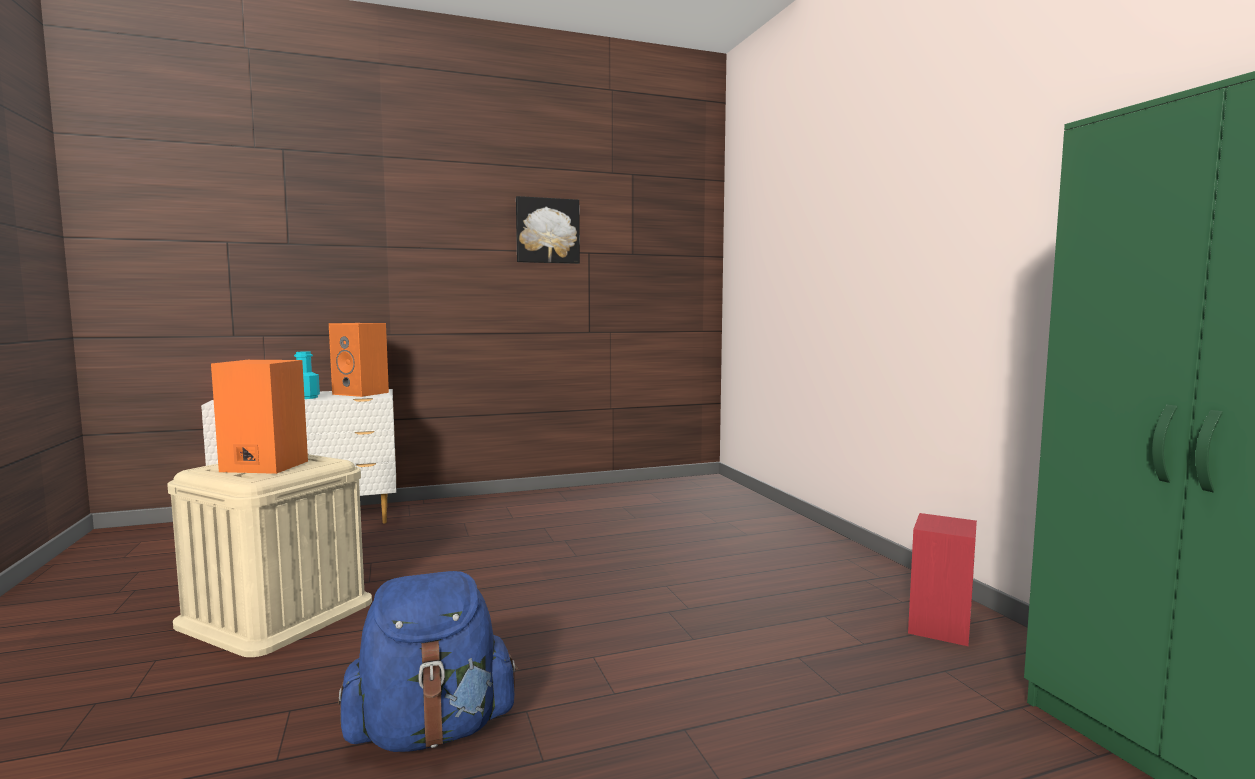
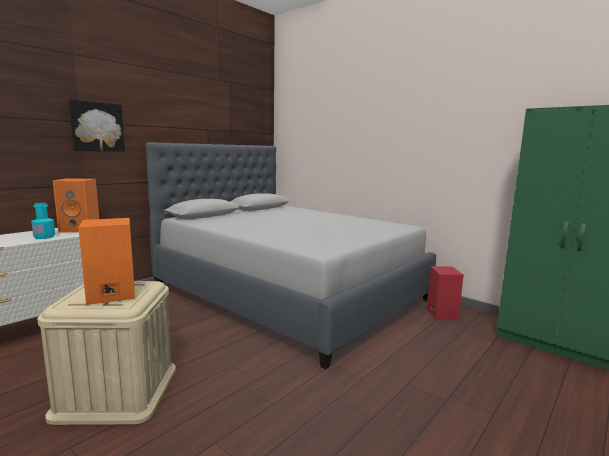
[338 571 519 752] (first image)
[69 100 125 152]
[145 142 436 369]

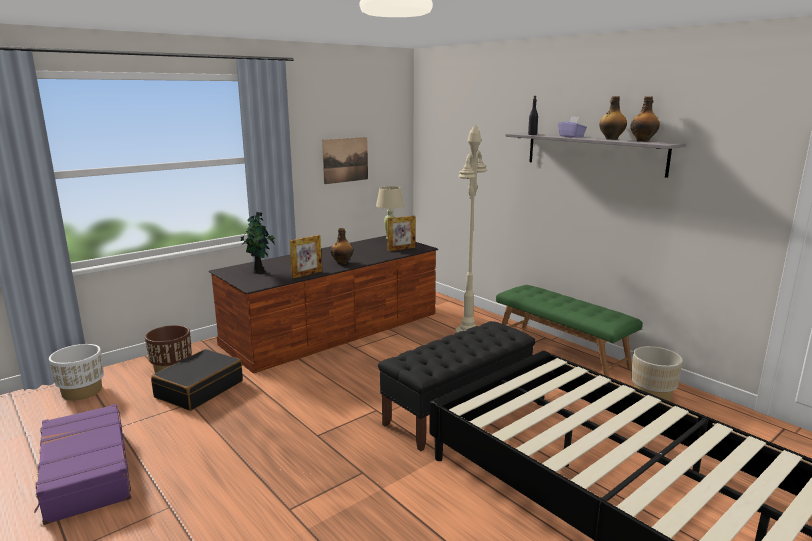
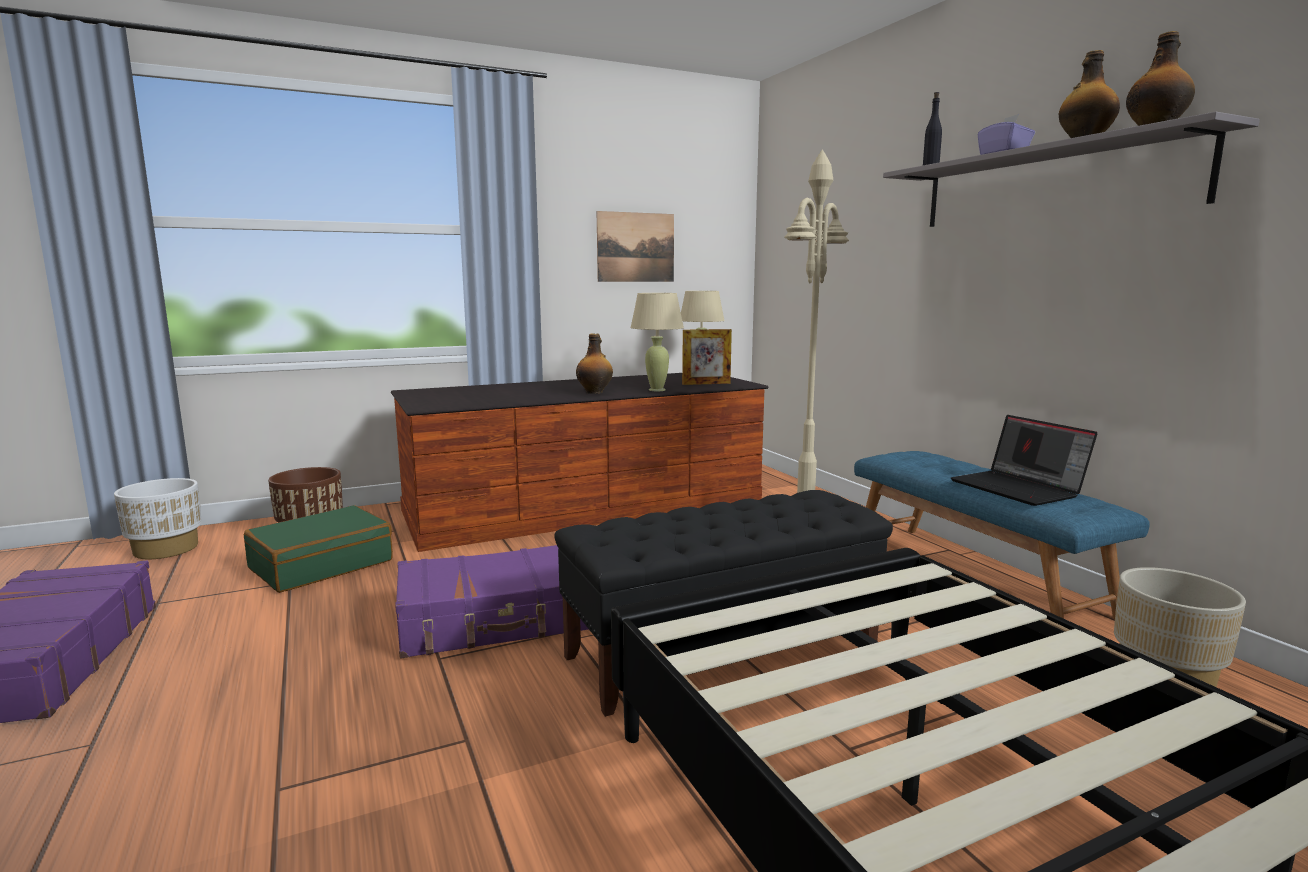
[244 505 393 593]
[241 212 275 274] (first image)
[289 235 322 278] (first image)
[854 451 1150 619]
[395 545 589 658]
[630 293 684 391]
[951 415 1097 506]

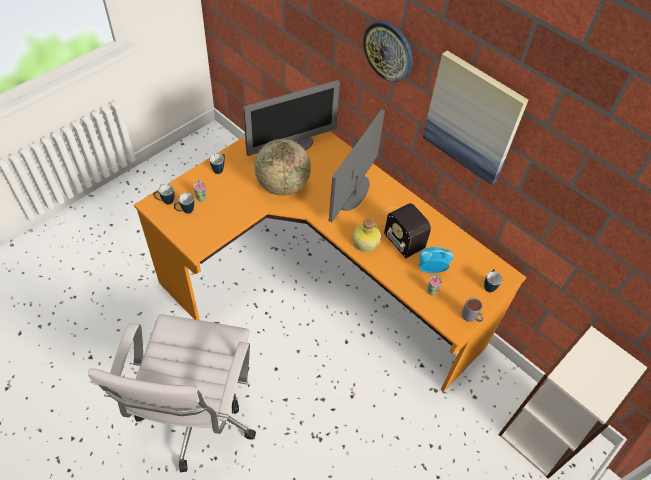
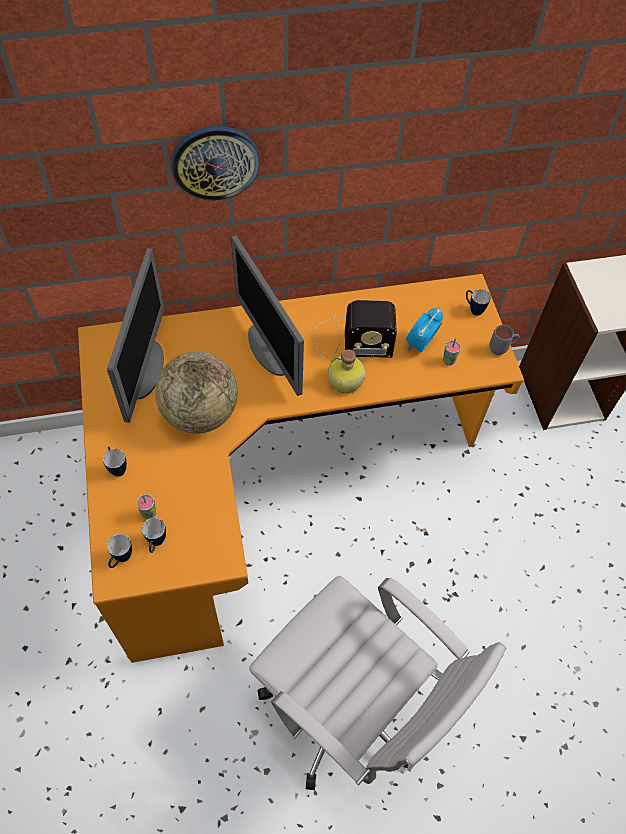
[422 50 528 185] (first image)

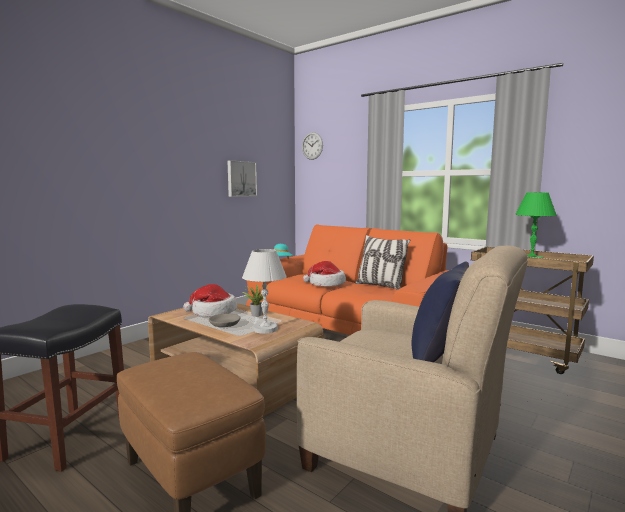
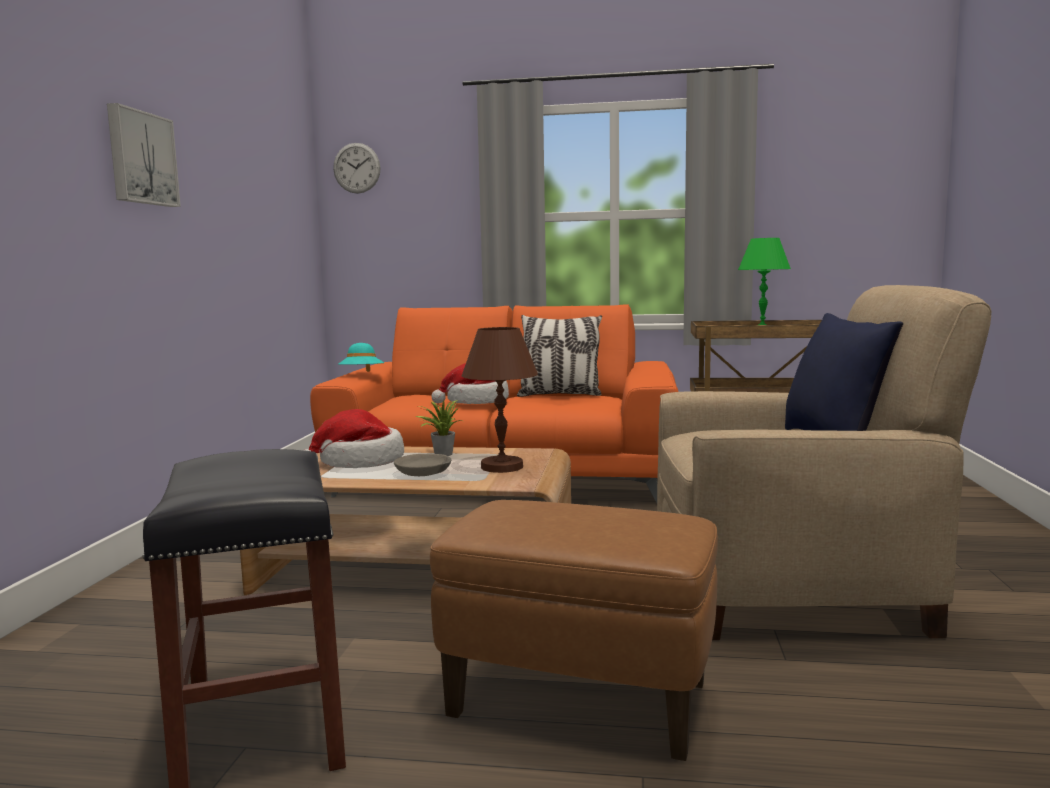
[107 103 181 207]
[462 327 538 473]

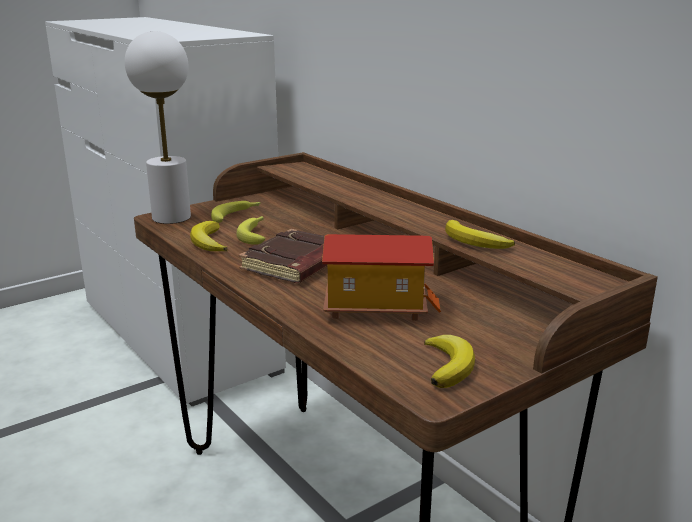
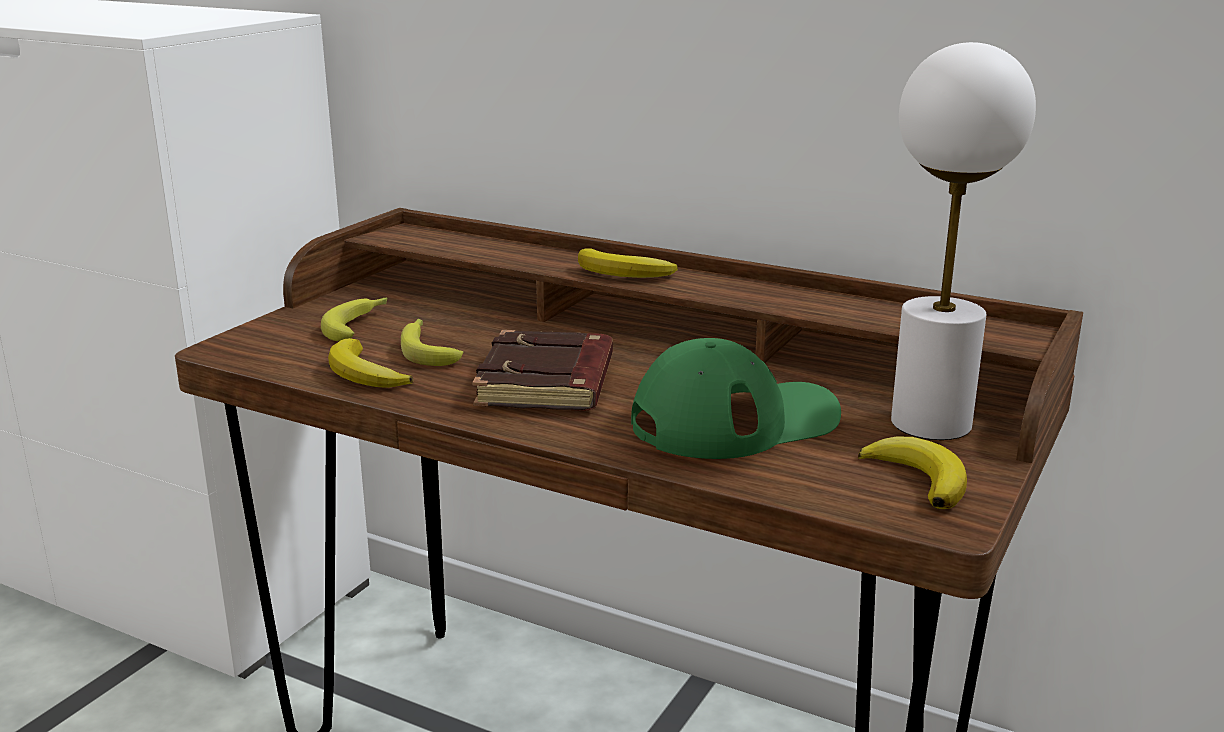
[891 42 1036 440]
[631 338 841 459]
[578 248 678 278]

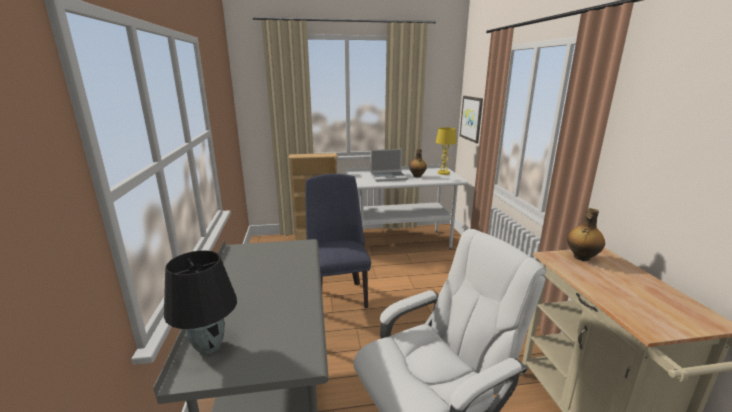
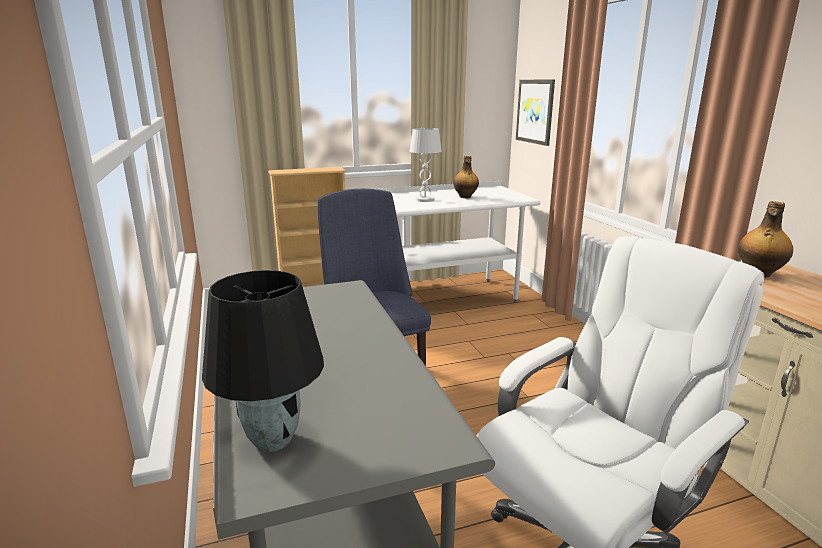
[410 128 441 202]
[436 127 456 175] (first image)

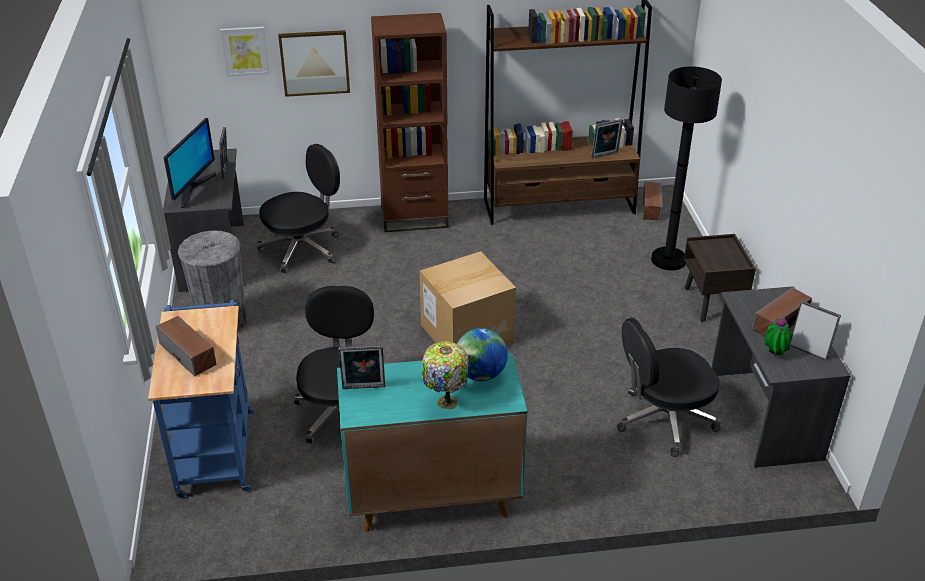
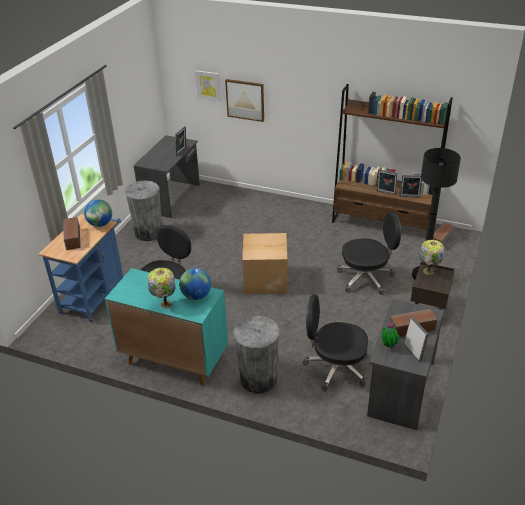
[163 118 216 208] (first image)
[337 212 401 295]
[377 169 398 195]
[371 13 449 232] (first image)
[84 199 112 227]
[233 316 280 393]
[419 240 444 275]

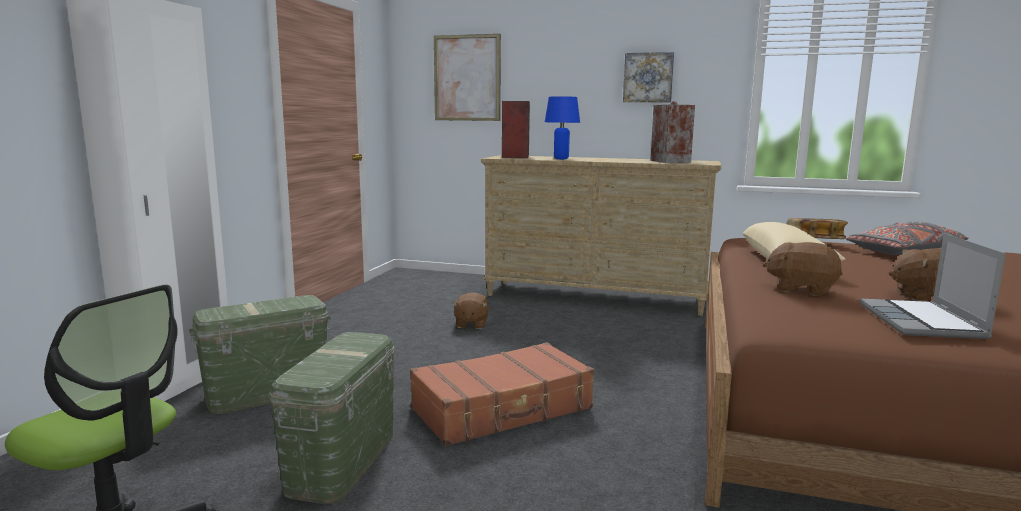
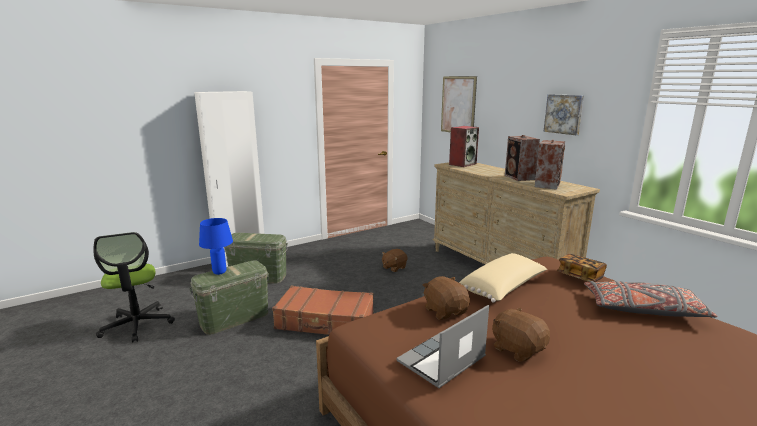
[199 218 233 275]
[505 135 540 181]

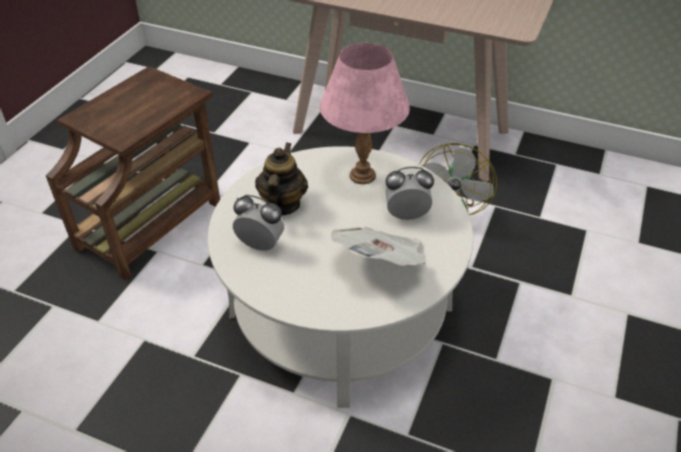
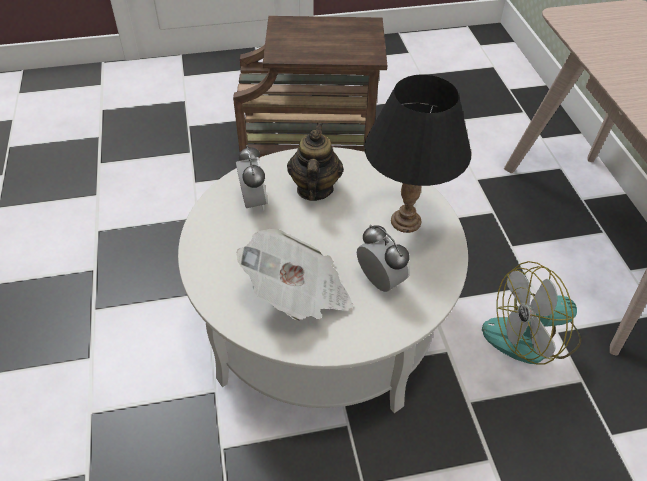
[287 123 344 201]
[364 75 471 233]

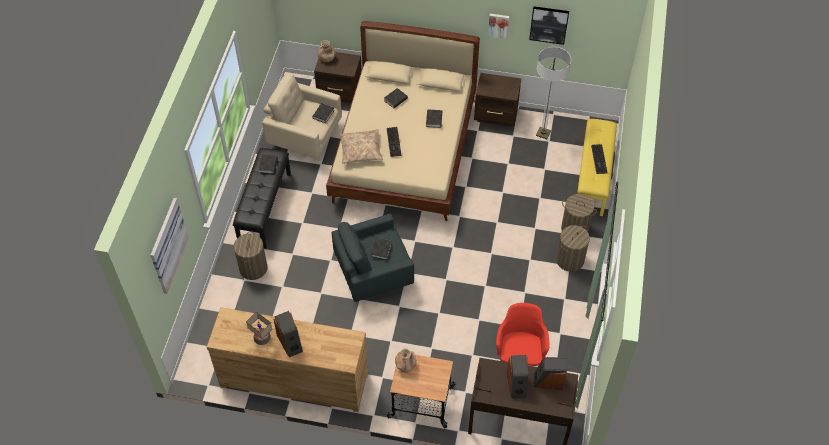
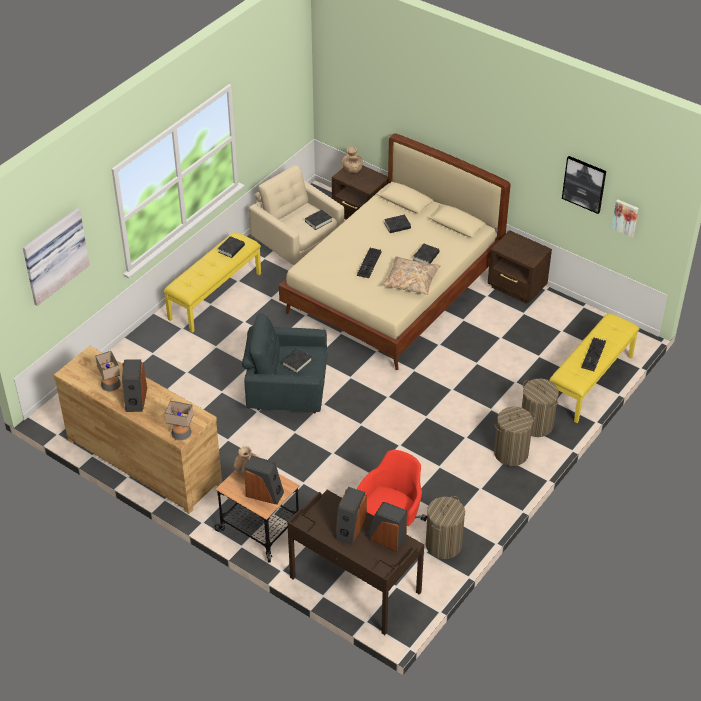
[163 232 261 333]
[426 496 465 559]
[382 256 440 295]
[611 199 639 237]
[536 47 571 139] (first image)
[165 401 193 440]
[244 456 284 505]

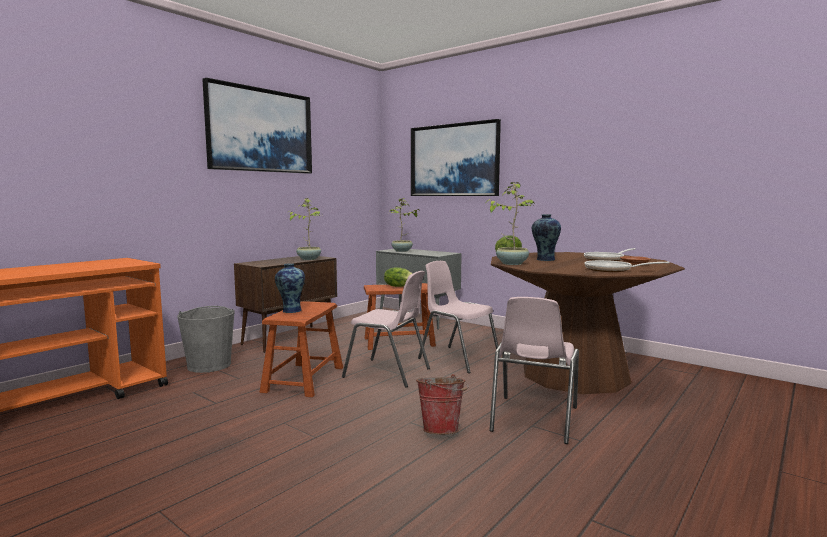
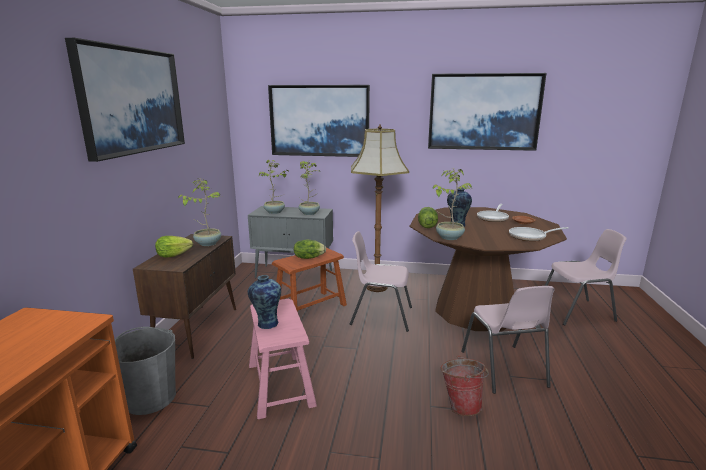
[249 299 317 419]
[545 229 627 325]
[155 236 193 258]
[299 161 321 215]
[351 124 409 292]
[428 73 547 151]

